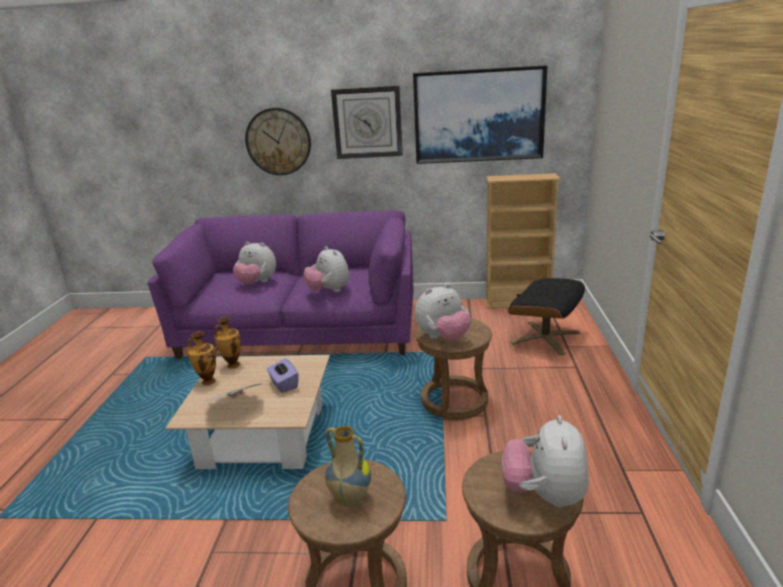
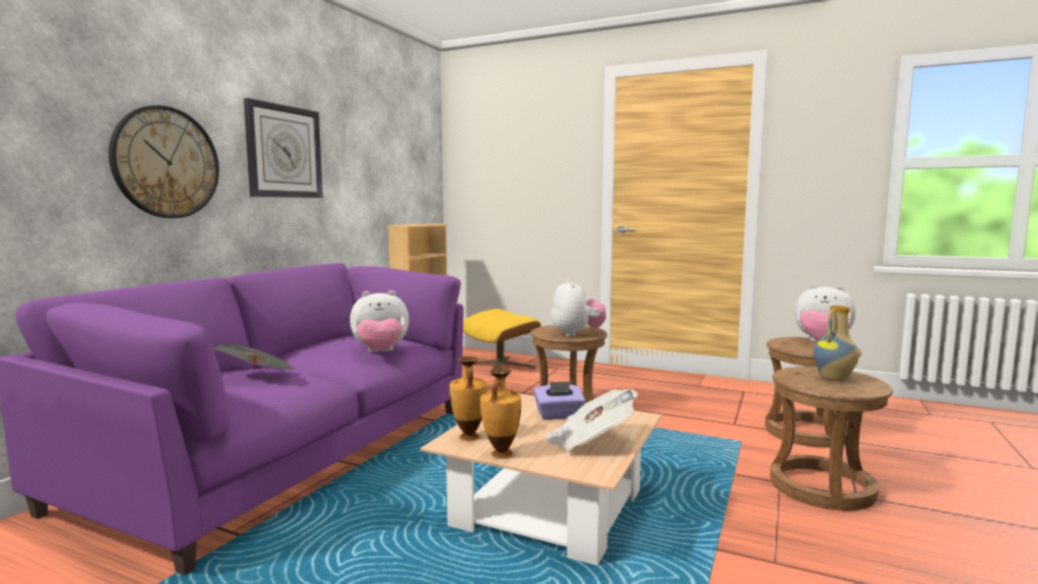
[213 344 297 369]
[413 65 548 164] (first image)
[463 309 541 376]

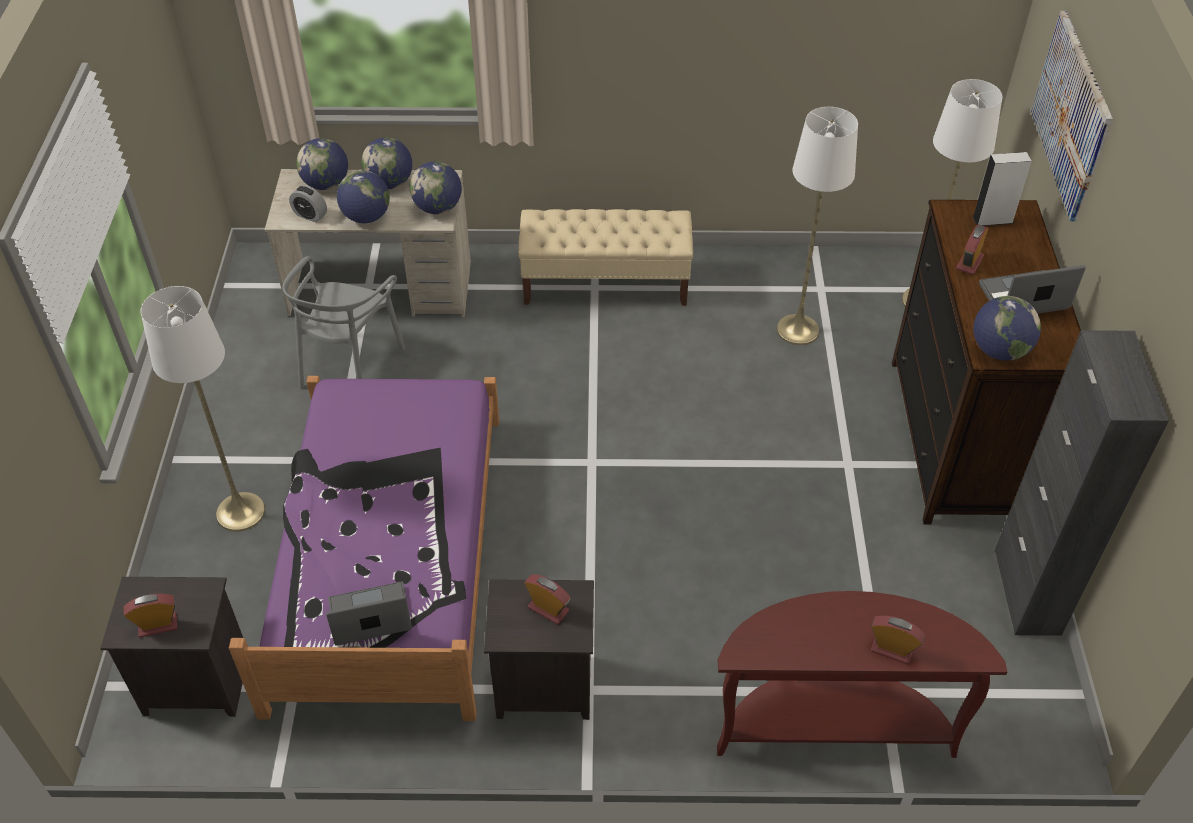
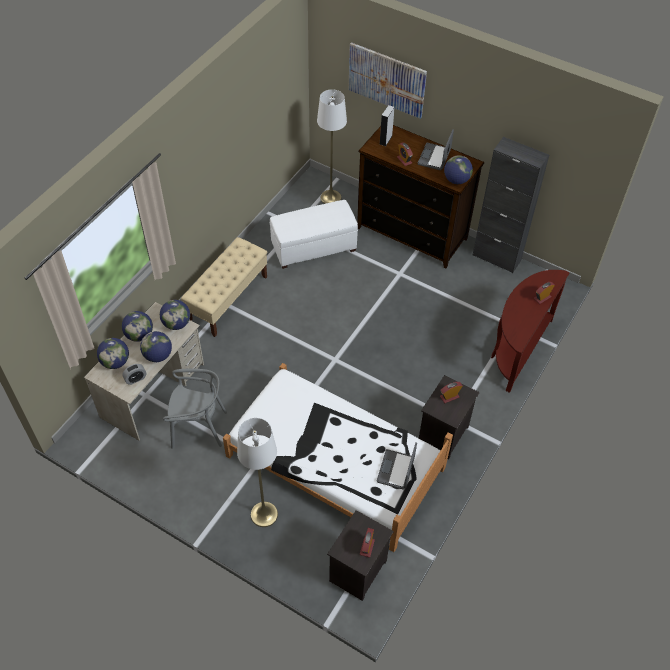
[223 363 453 552]
[163 369 227 449]
[270 200 358 269]

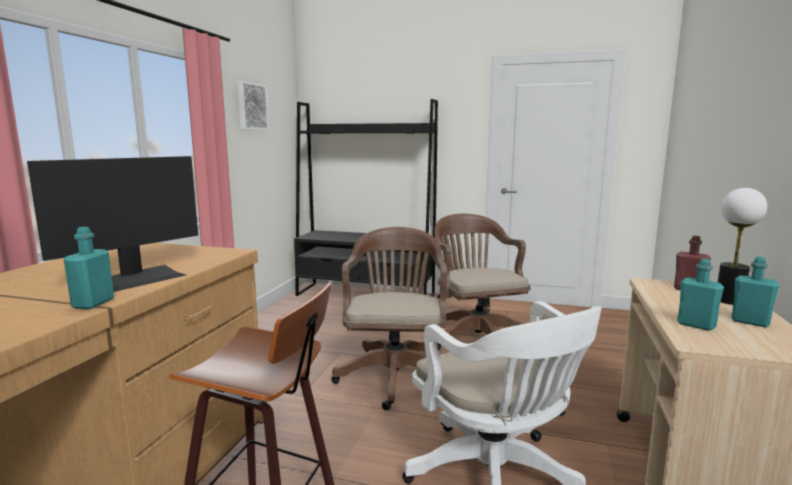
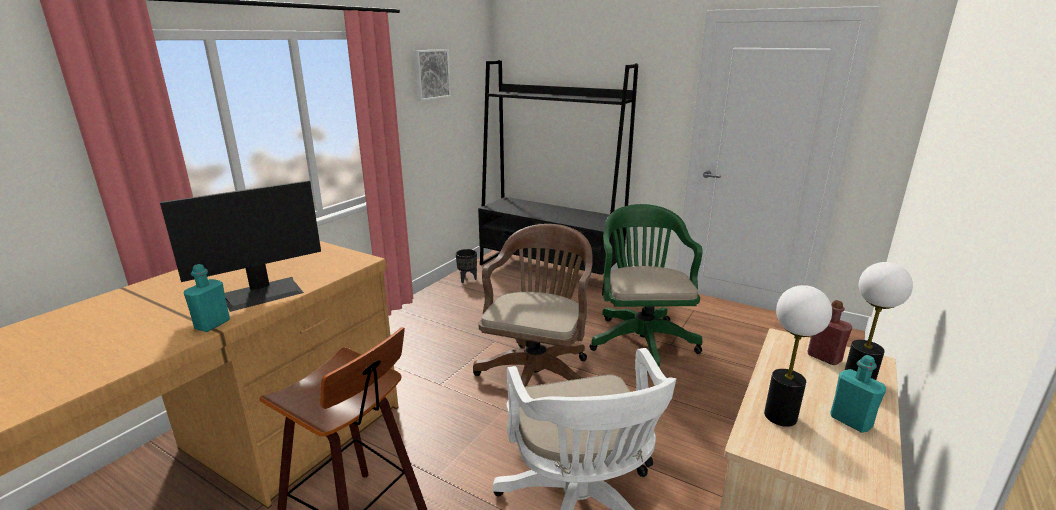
[590 204 703 372]
[764 285 832 427]
[456 249 477 283]

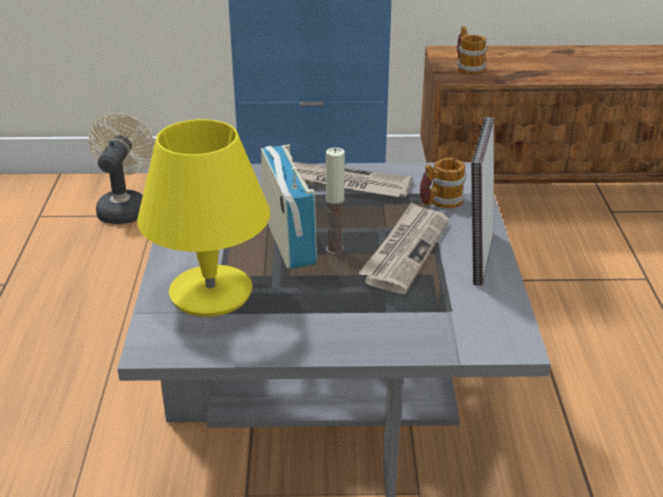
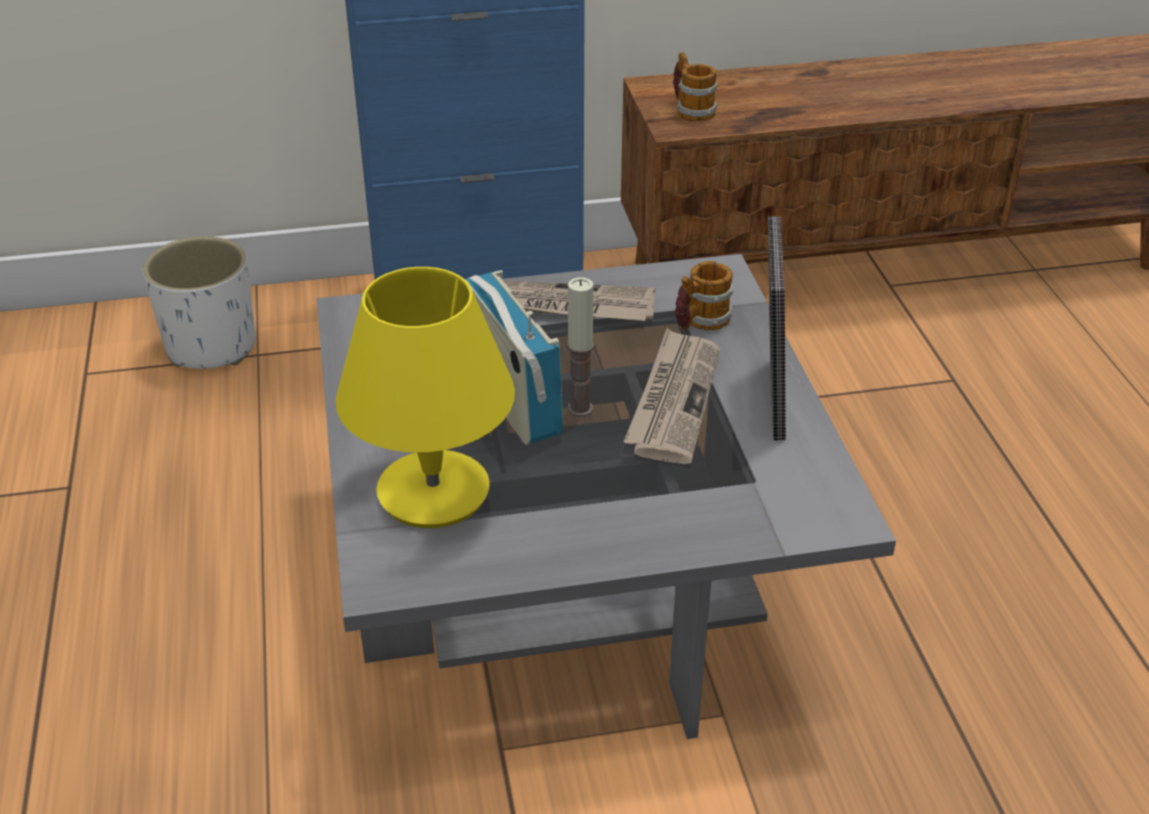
[143 236 256 369]

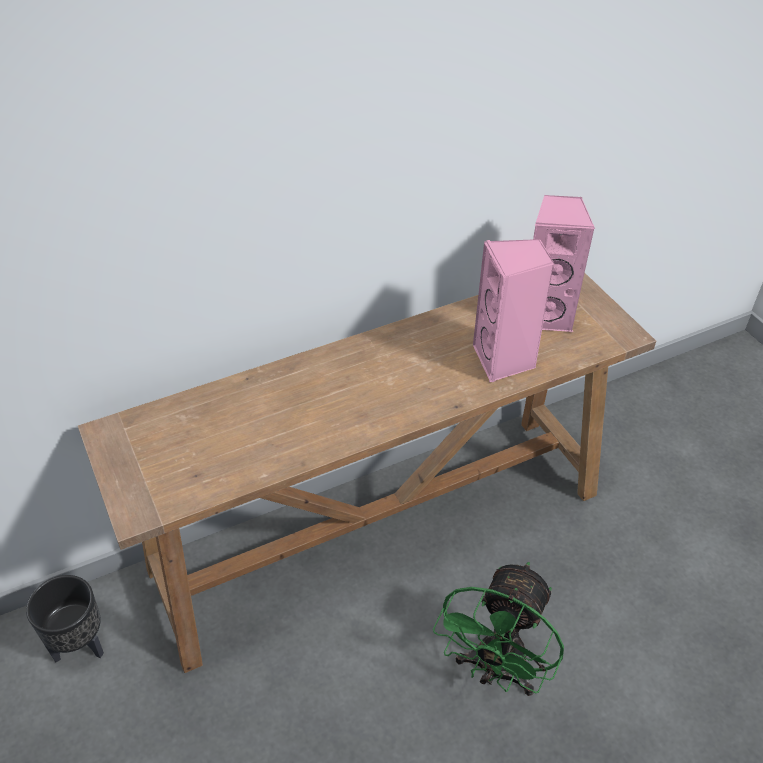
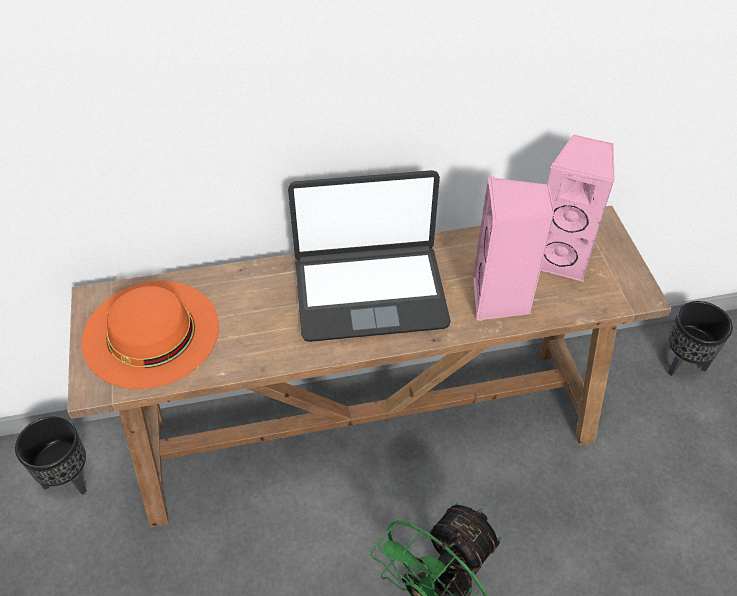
[82 281 219 389]
[288 170 451 342]
[668 301 733 376]

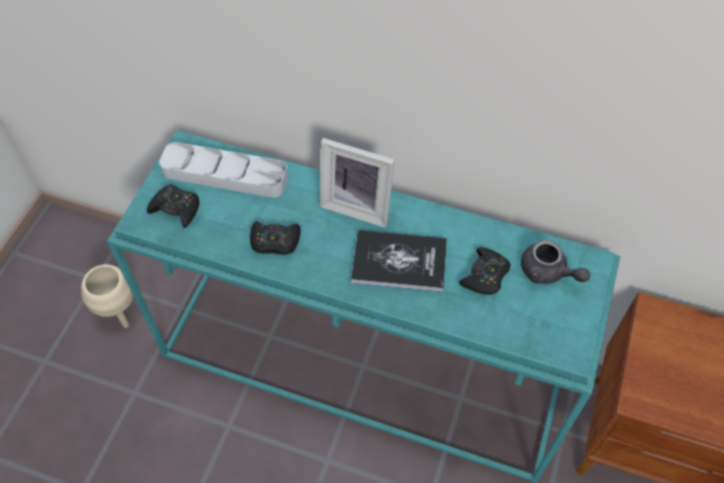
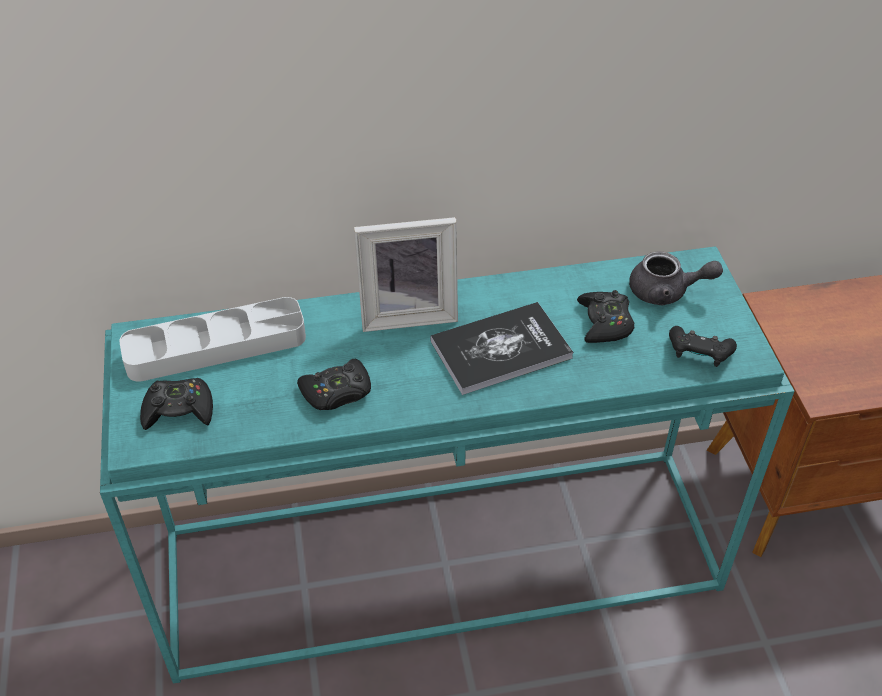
[81 264 133 328] (first image)
[669 326 737 367]

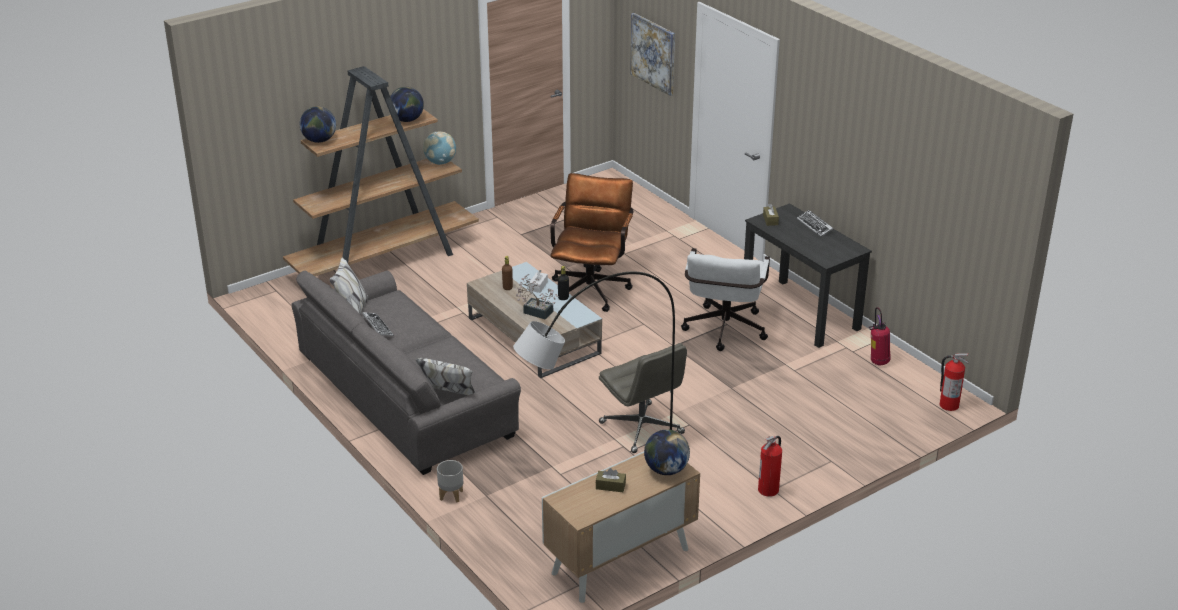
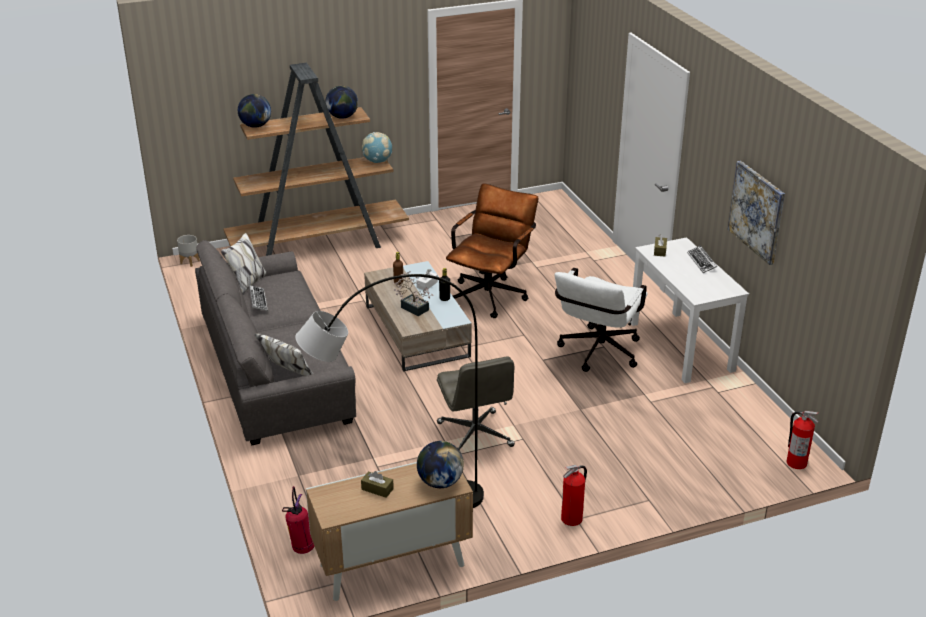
[177 235 200 267]
[728 161 785 265]
[630 237 749 383]
[282 486 315 554]

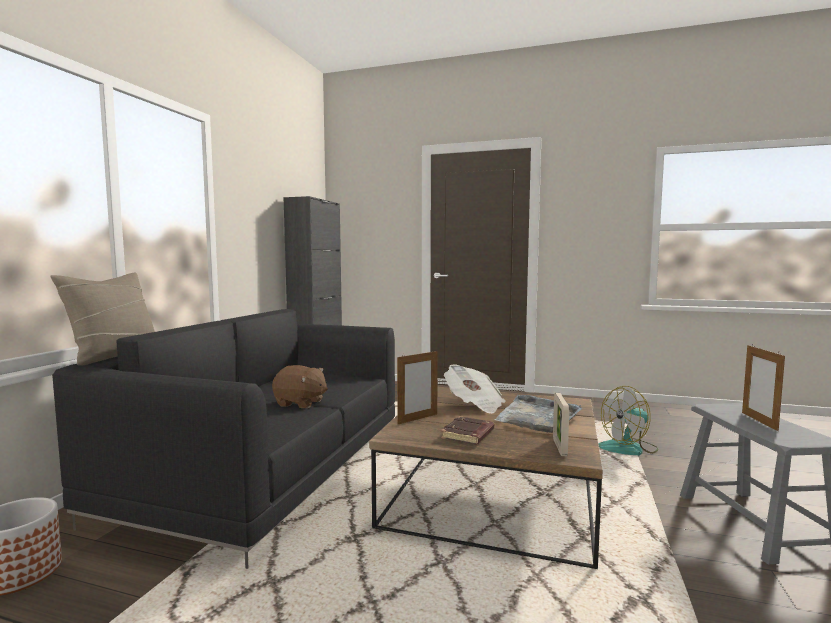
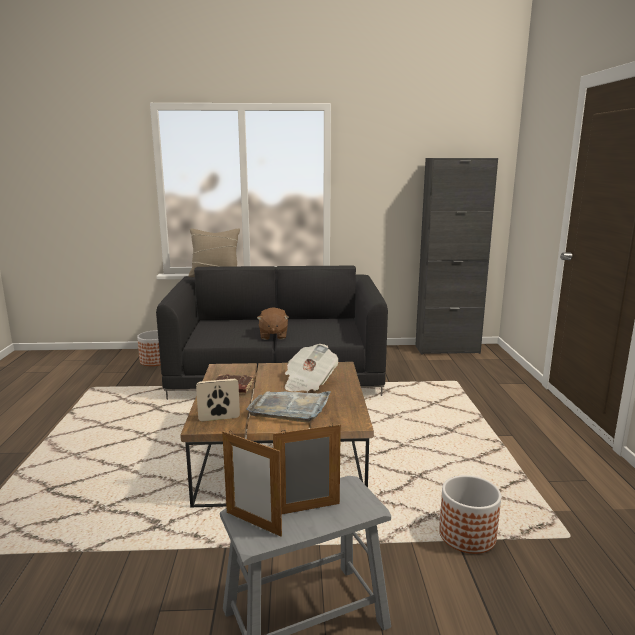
[222 431 282 537]
[439 475 501 554]

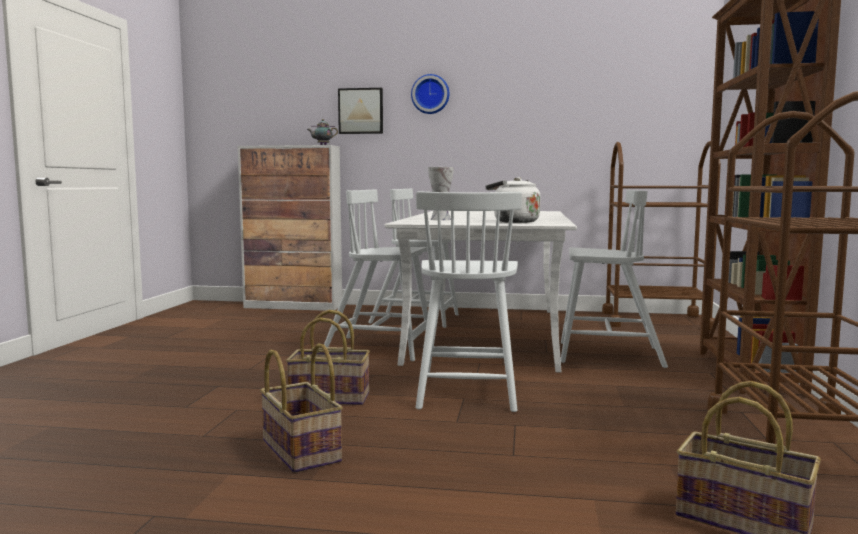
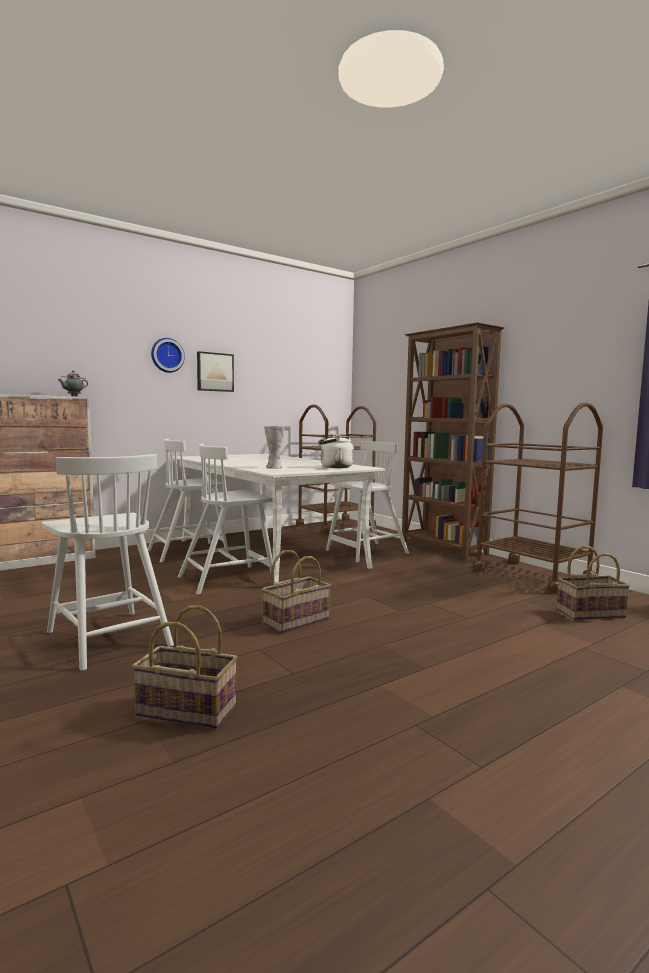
[132 605 237 729]
[197 351 234 392]
[41 454 174 671]

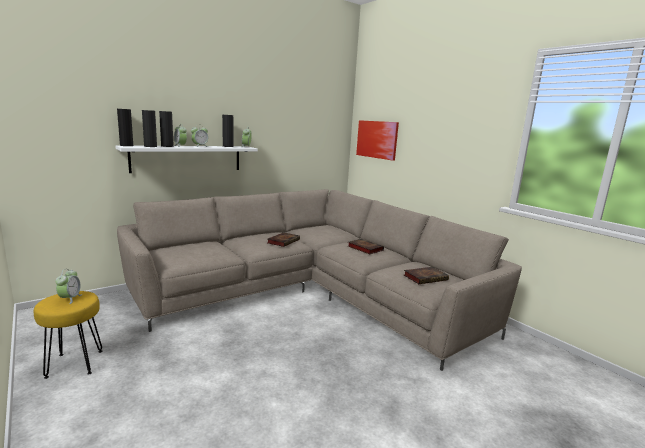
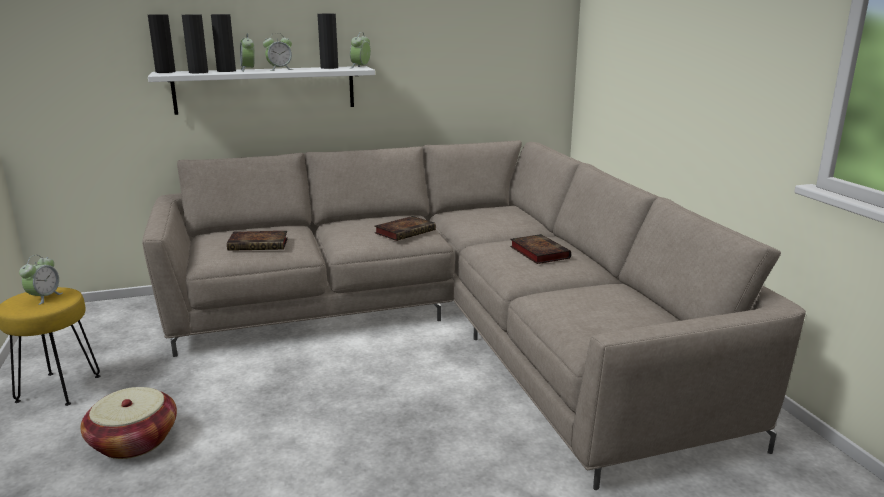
[356 120 399 161] (first image)
[227 231 288 251]
[80 387 177 459]

